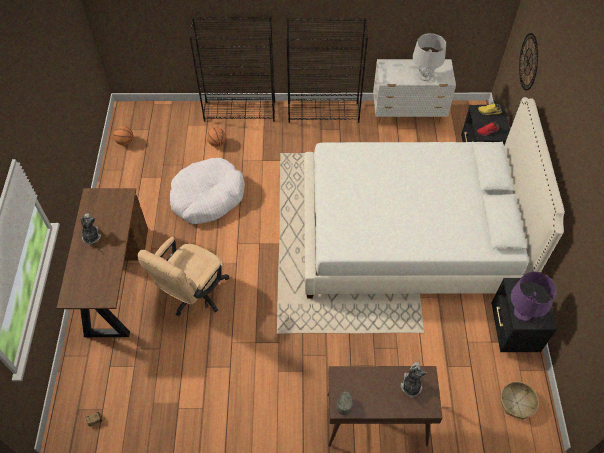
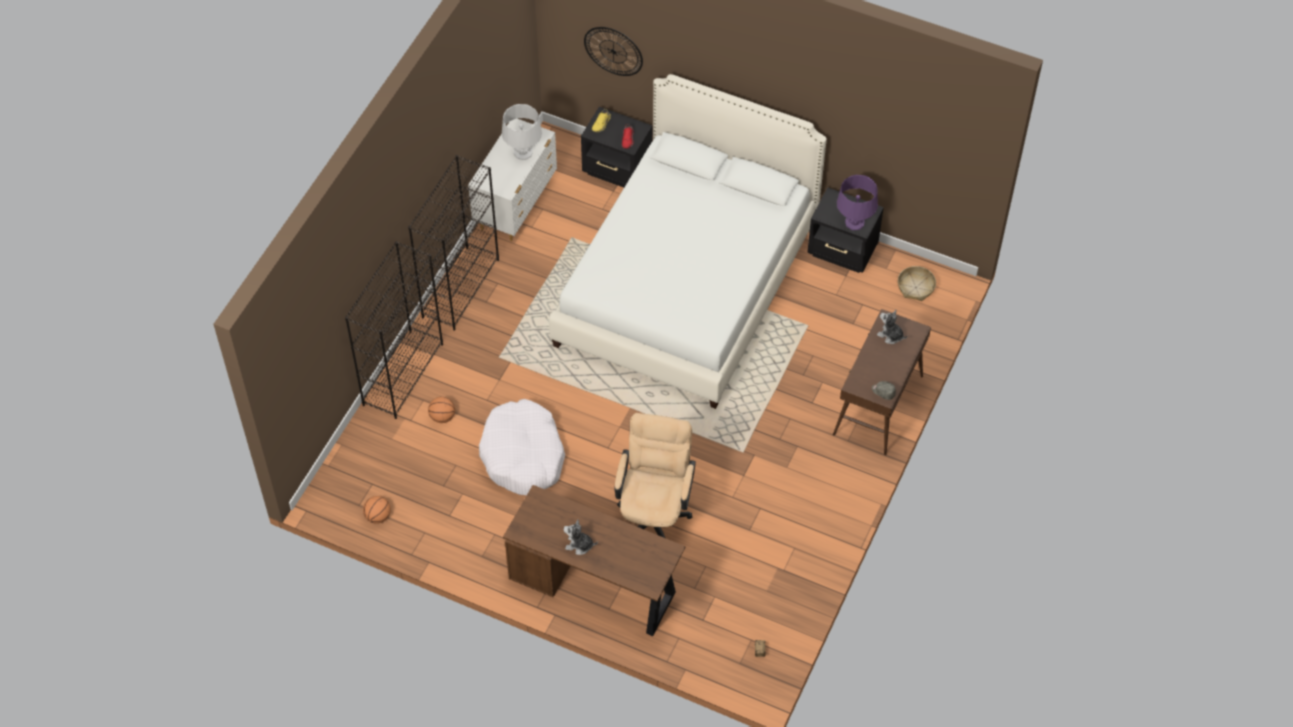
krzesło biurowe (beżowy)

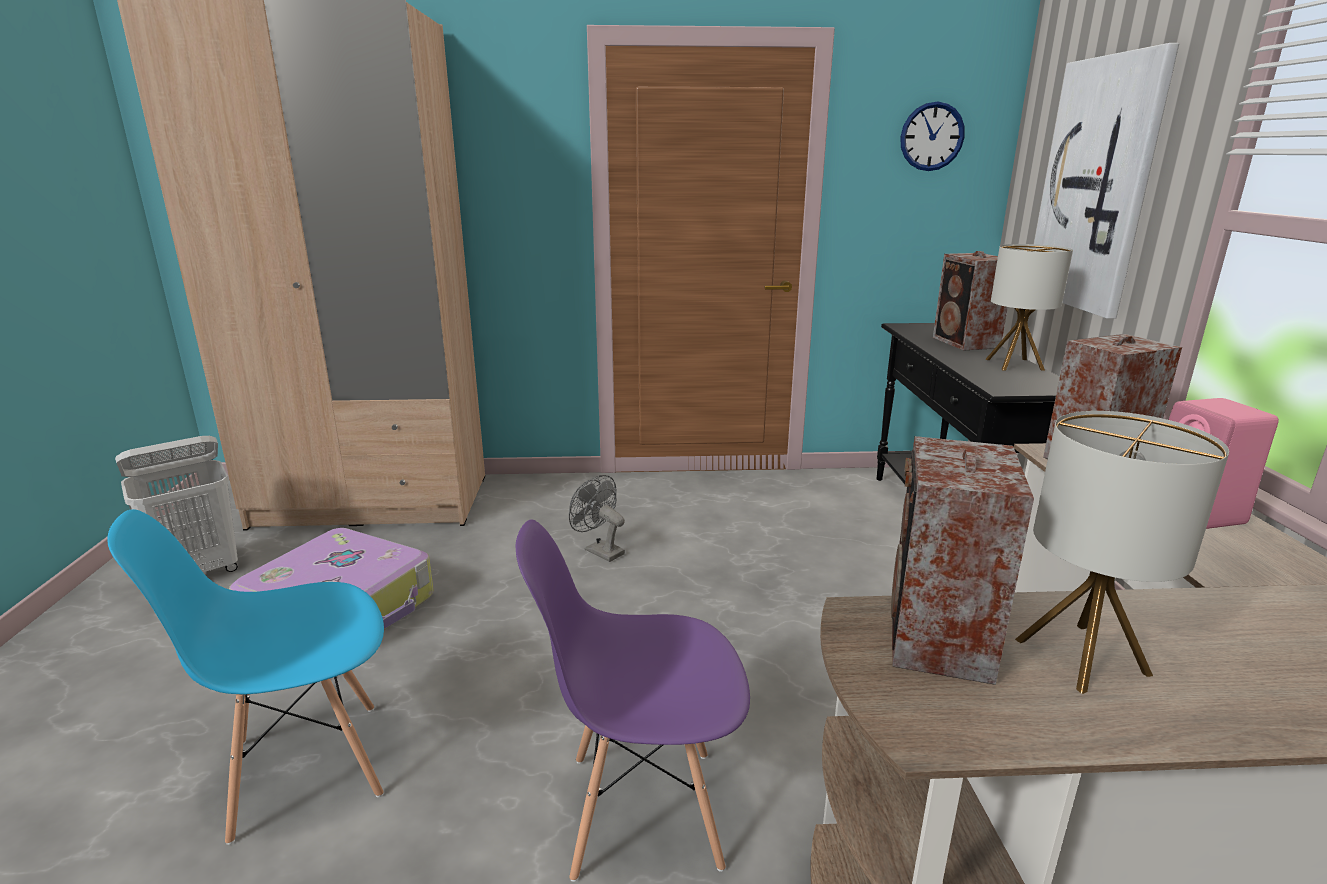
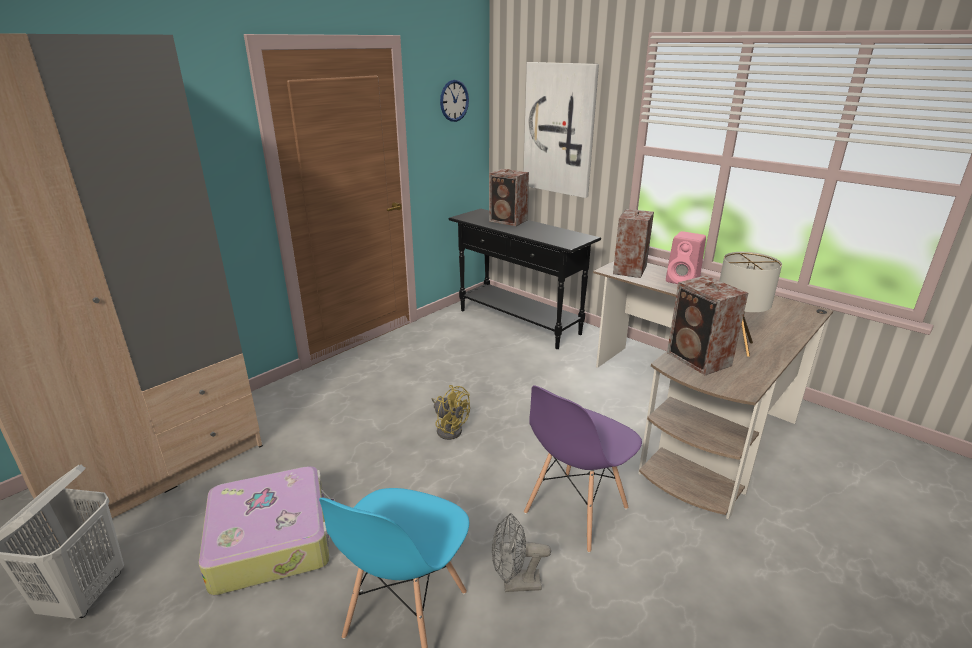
lampa stołowa (no. 1 from left in the first image); wentylator (szary); wentylator (żółty)

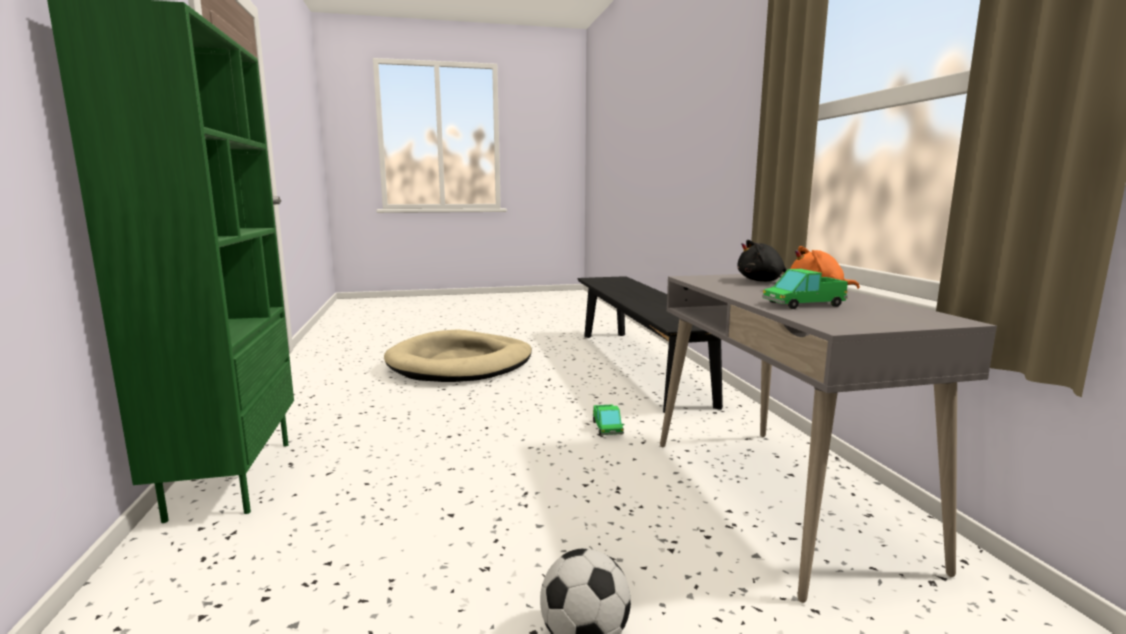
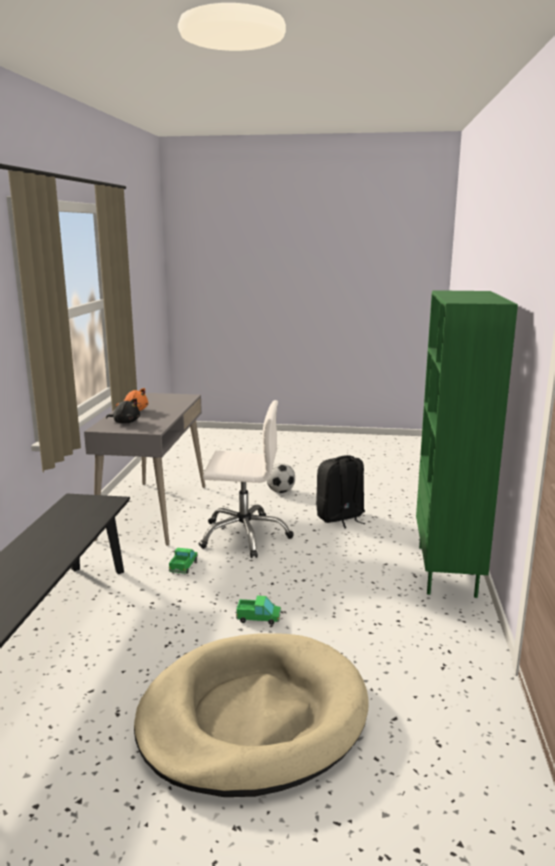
ciężarówka zabawkowa (no. 2 from left); krzesło biurowe (biały); plecak (czarny)

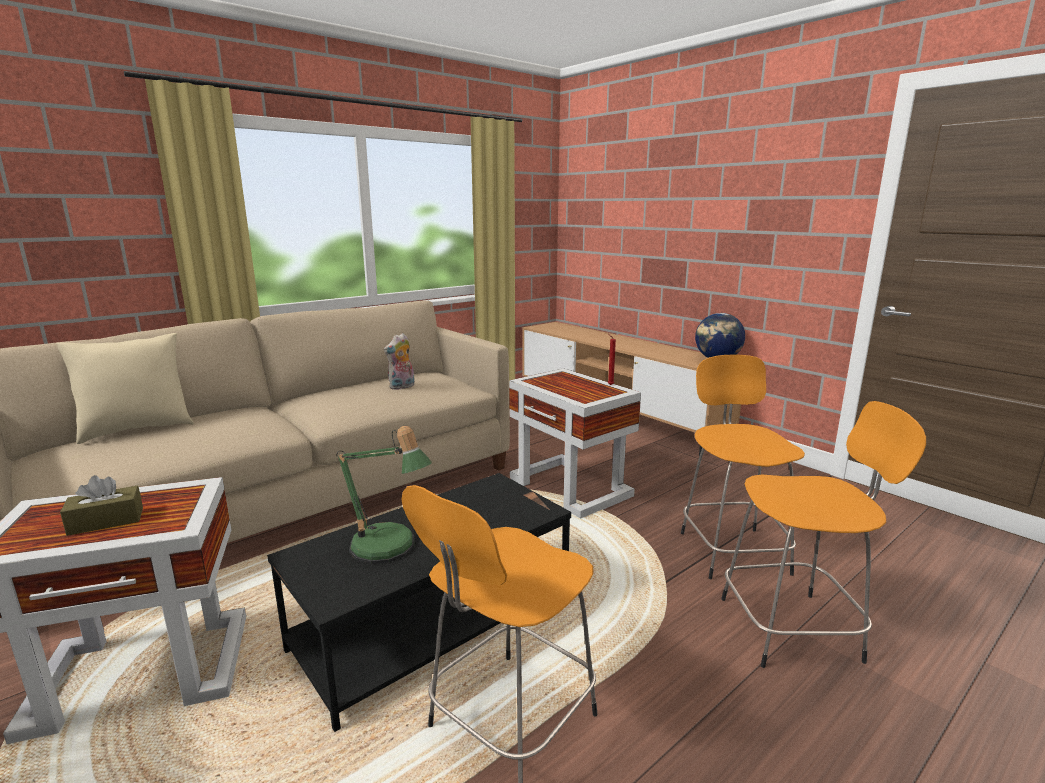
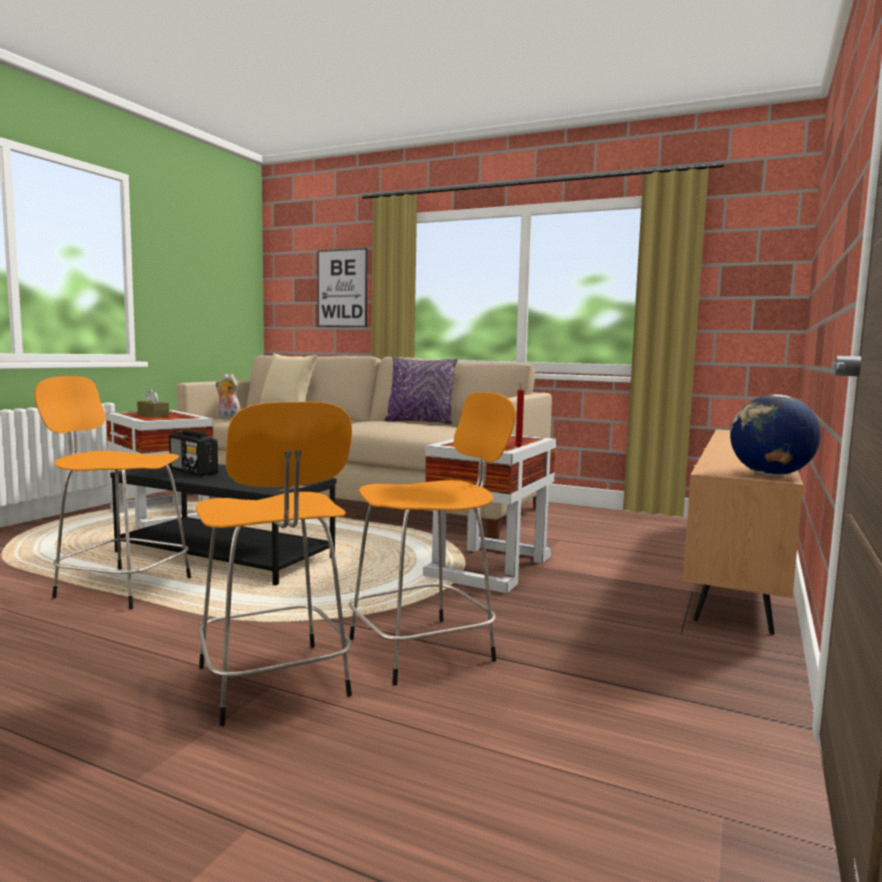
pluszak; radio; obraz; poduszka (fioletowy)

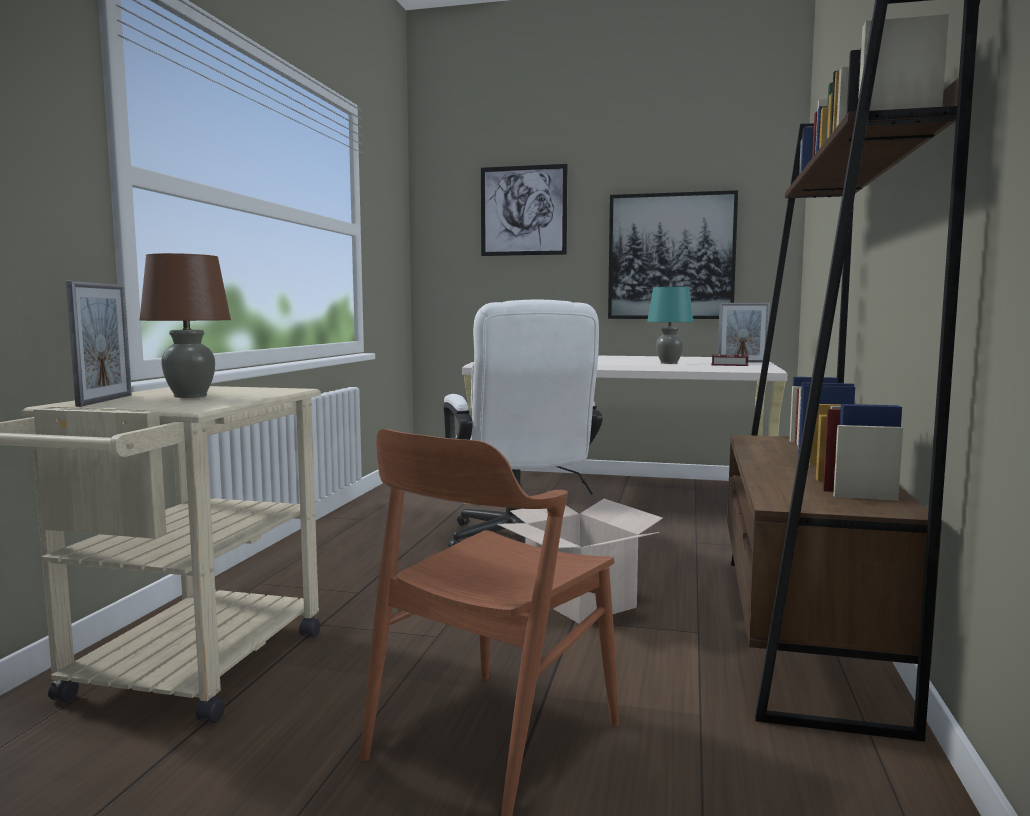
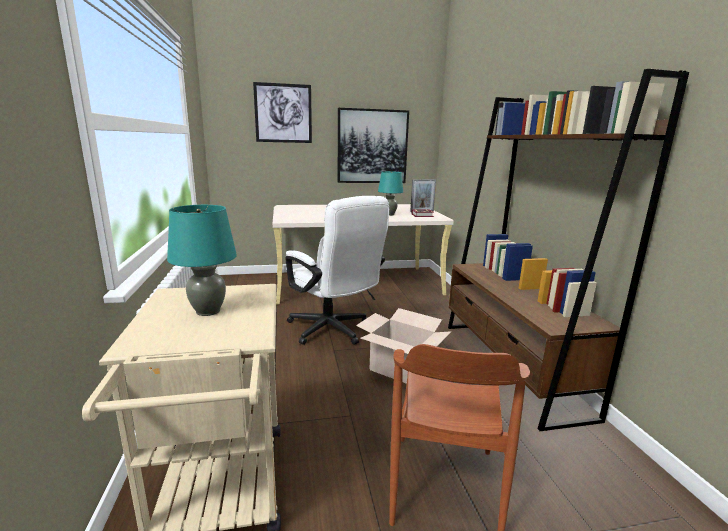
lampa stołowa (turkusowy) (no. 1 from left); ramka na zdjęcie (no. 1 from left in the first image)

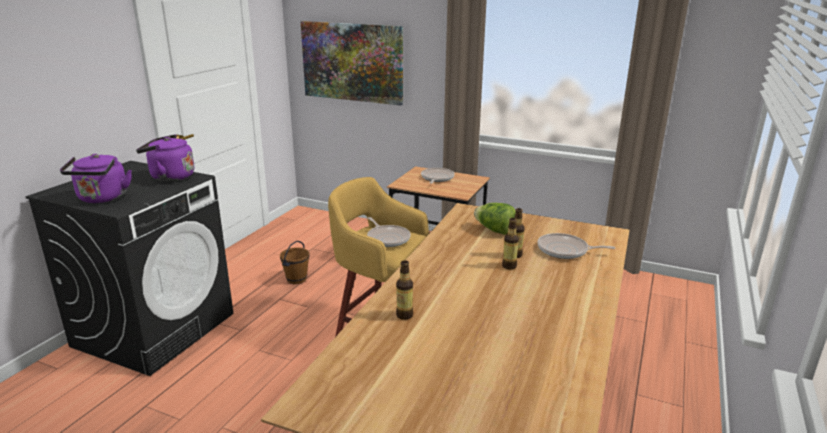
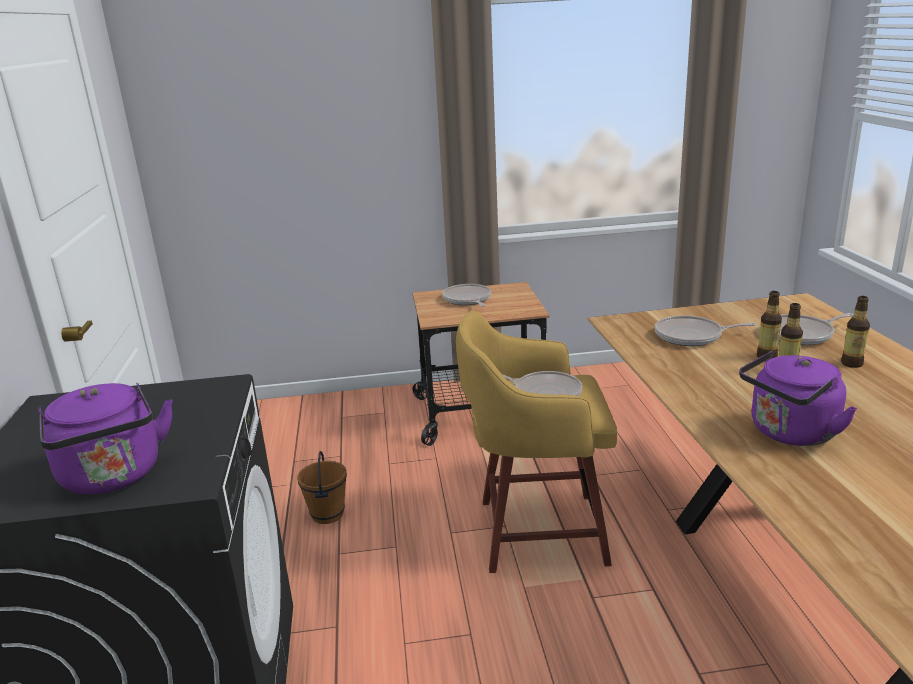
obraz; czajnik (fioletowy) (no. 2 from left); patelnia (no. 3 from left); butelka (no. 3 from left)

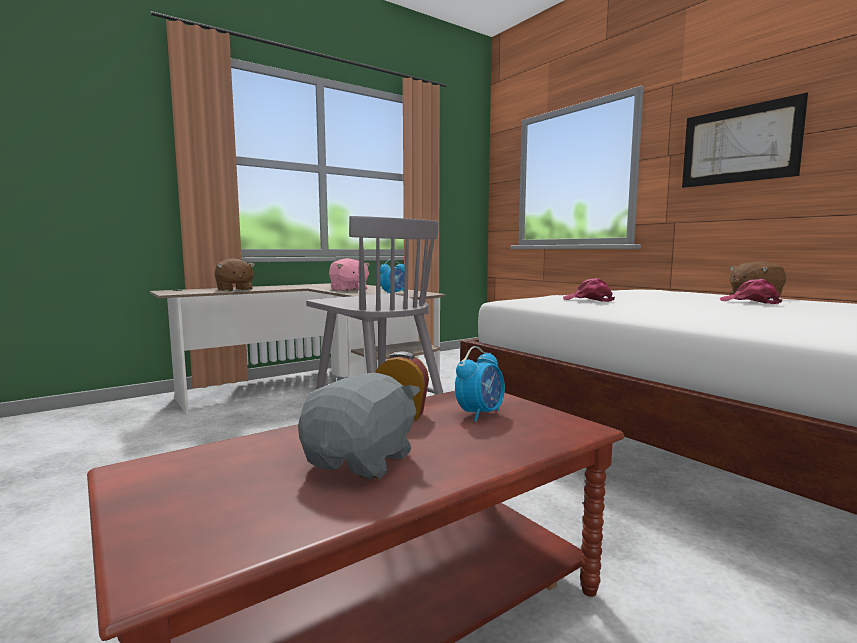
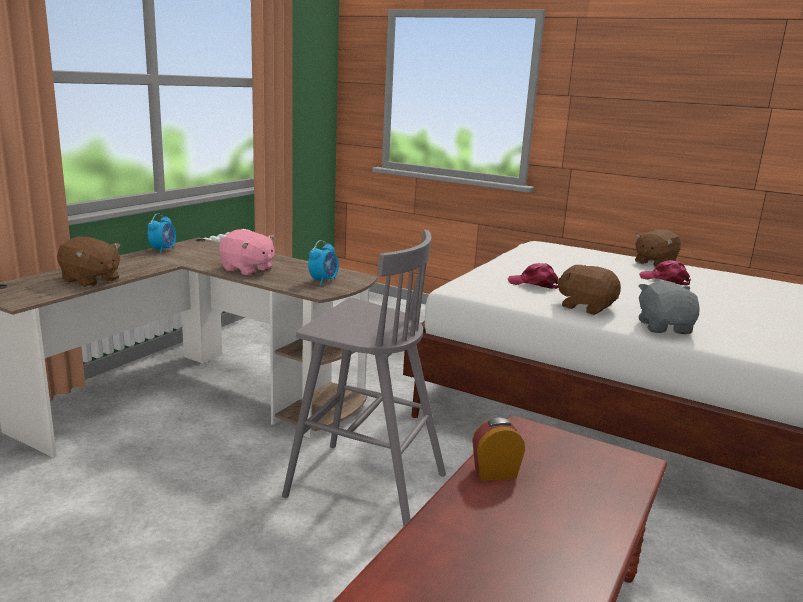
obraz; budzik (no. 1 from left); pluszak (szary); pluszak (brązowy) (no. 2 from left)

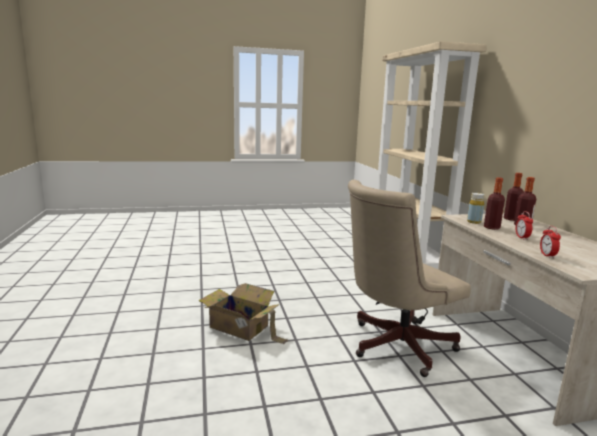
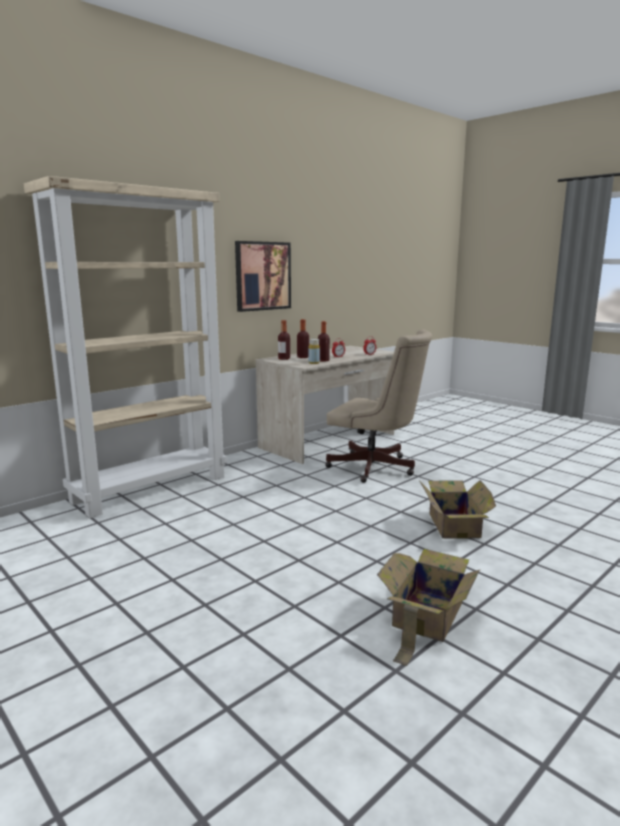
obraz; karton (no. 1 from left)

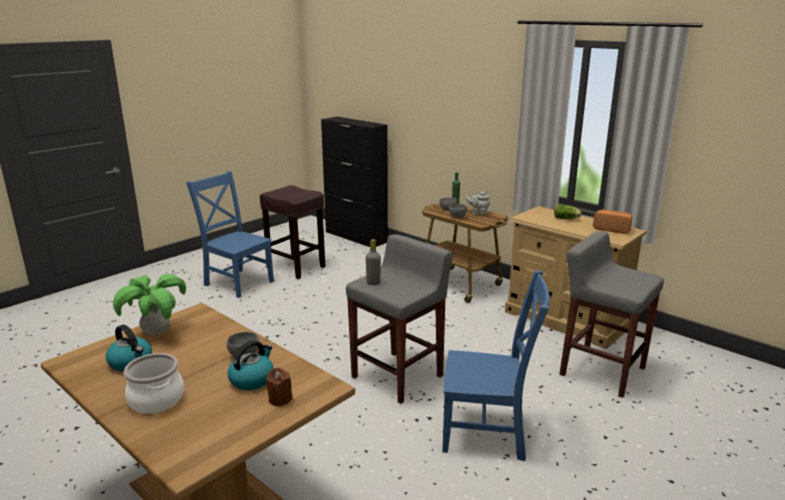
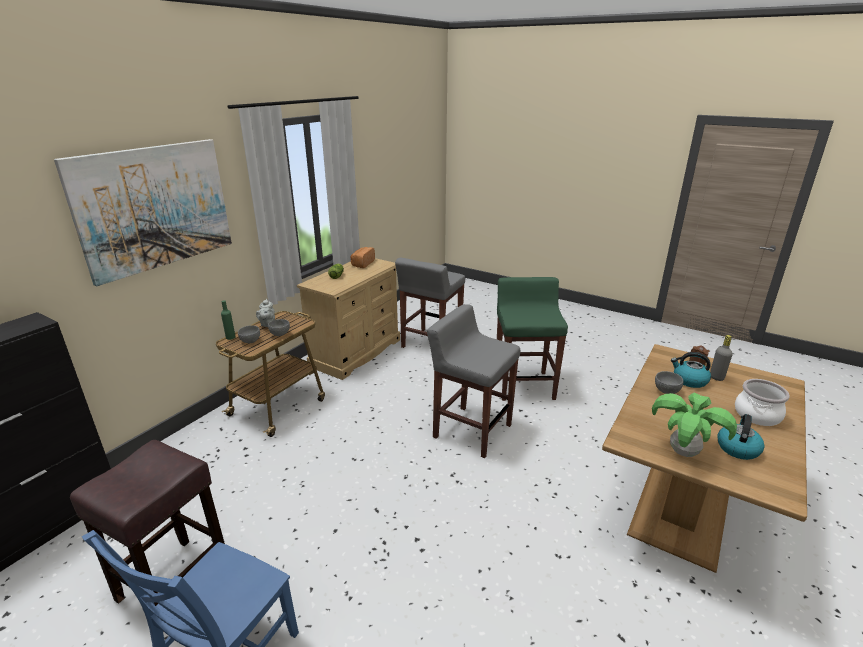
butelka (szary); stołek (zielony); obraz

